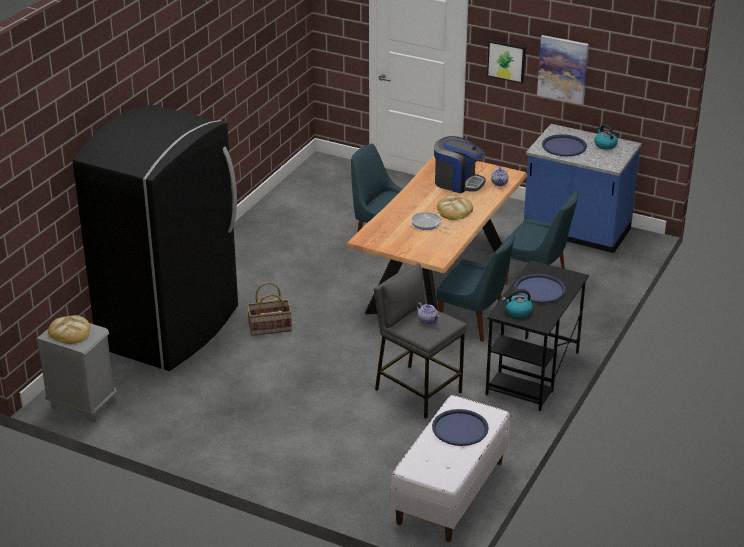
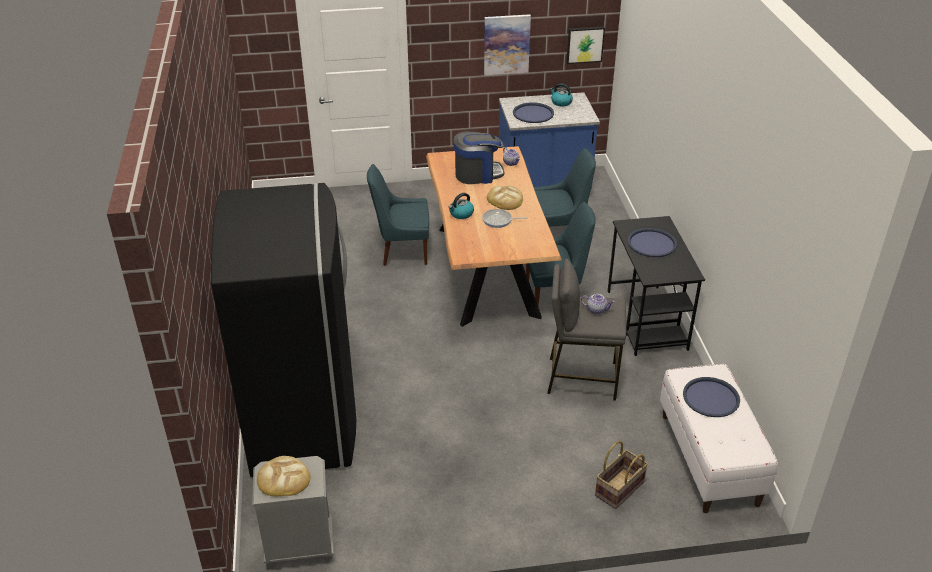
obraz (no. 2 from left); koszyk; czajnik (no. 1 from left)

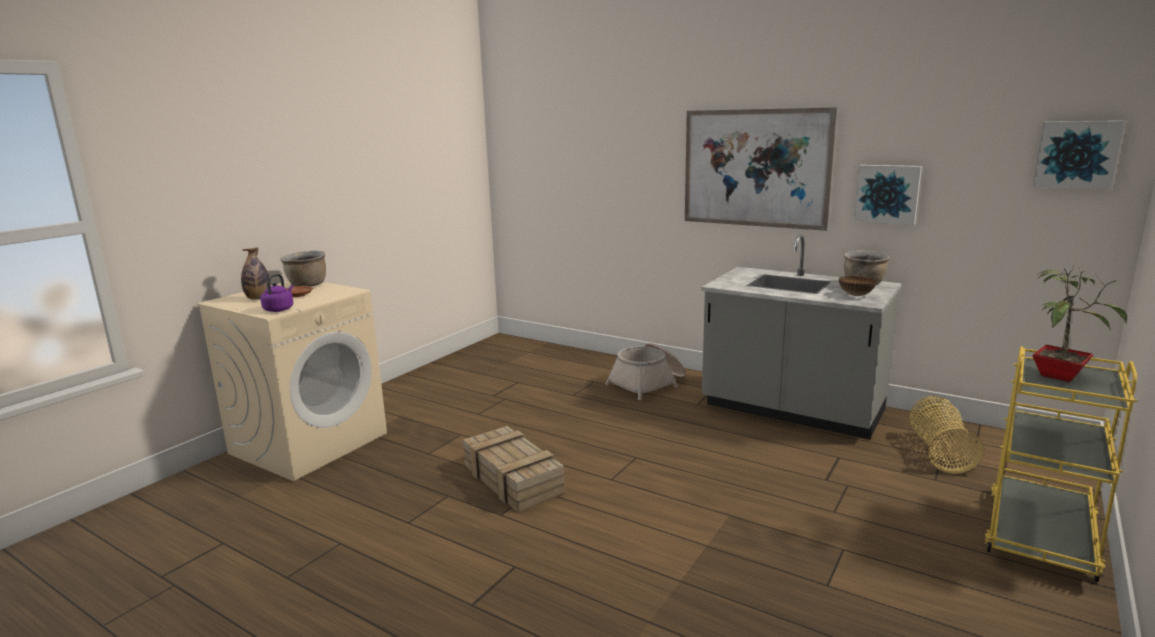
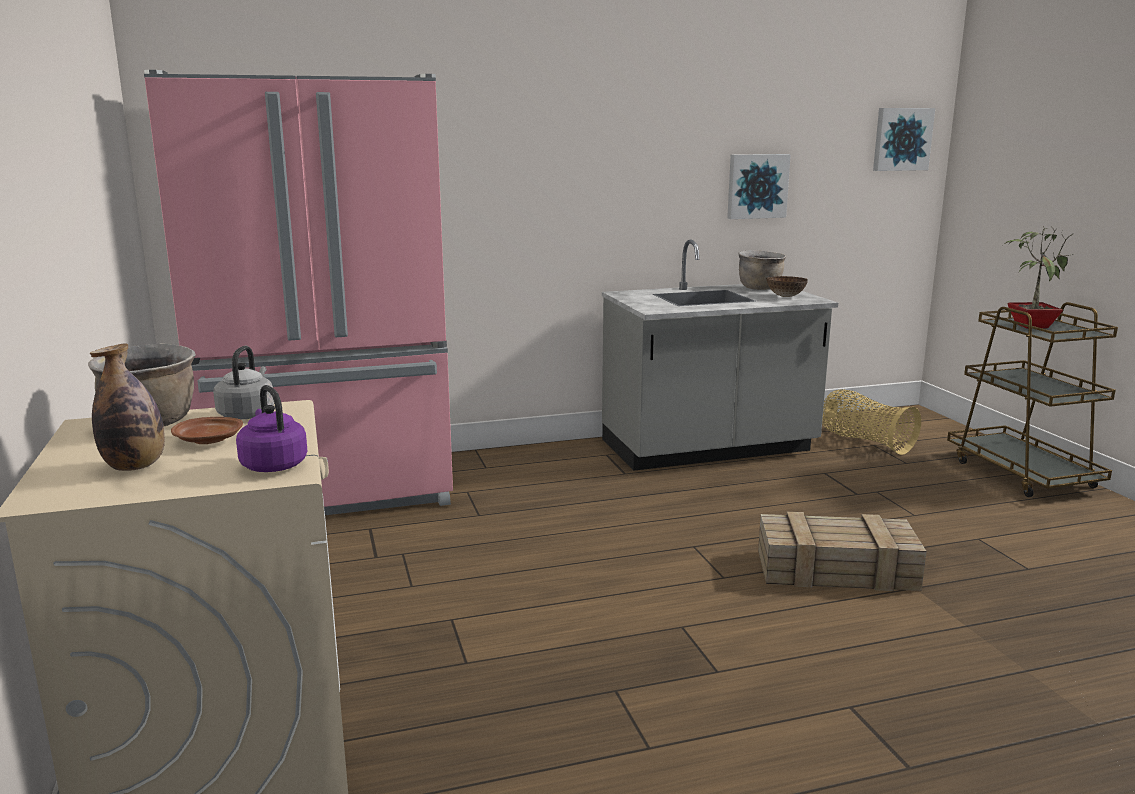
obraz (no. 1 from left in the first image); koszyk (no. 1 from left in the first image); wózek (brązowy); skrzynka; lodówka (różowy); czajnik (szary)

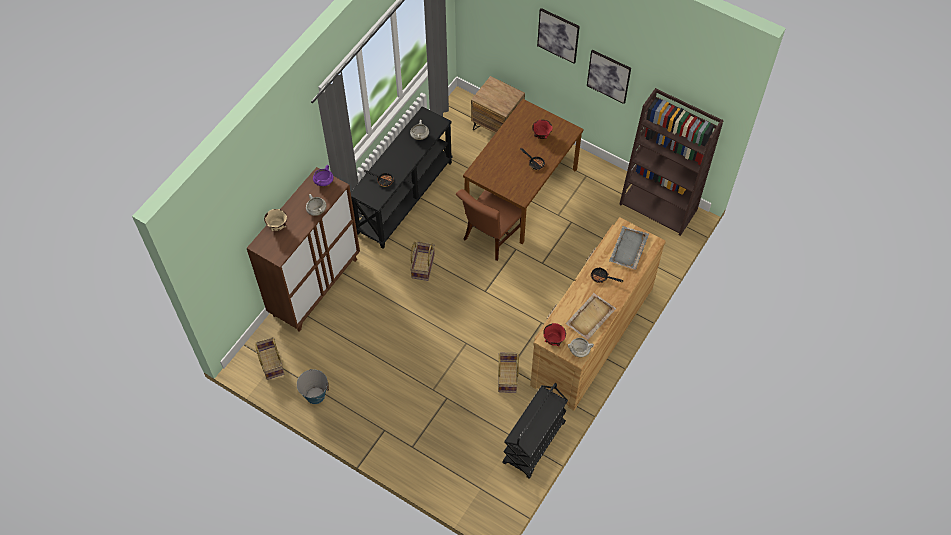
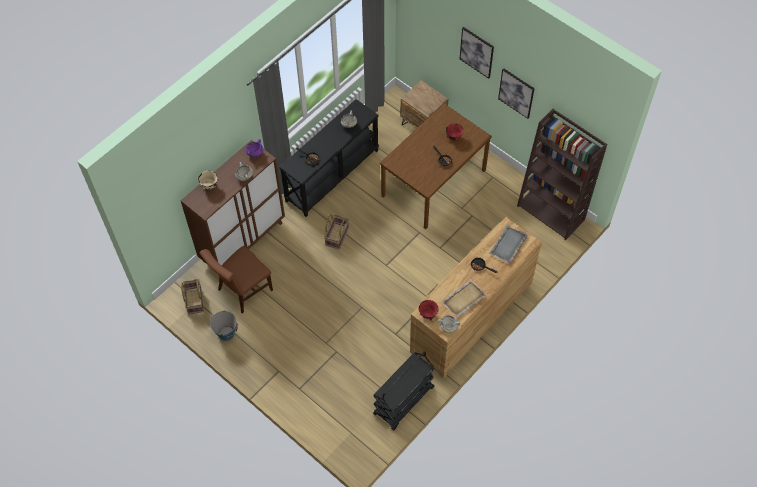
krzesło (brązowy); koszyk (no. 3 from left in the first image)

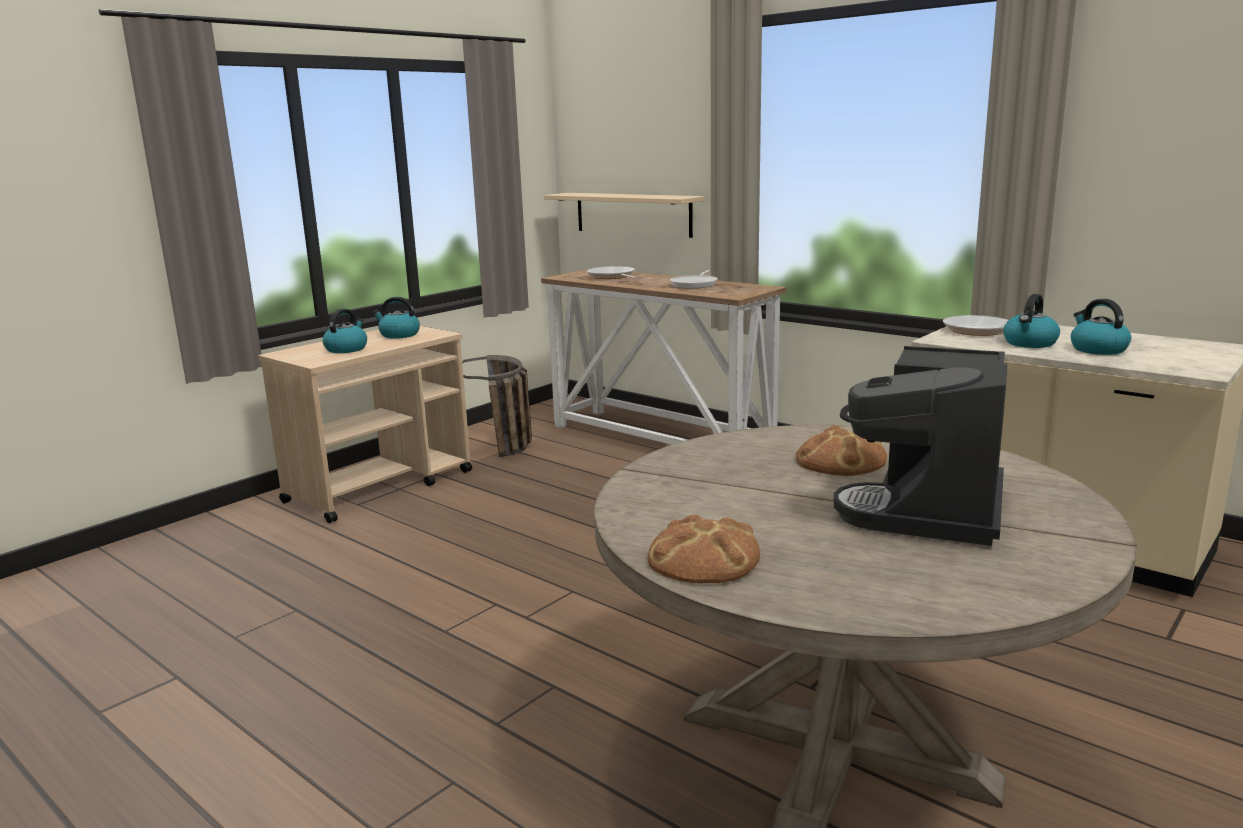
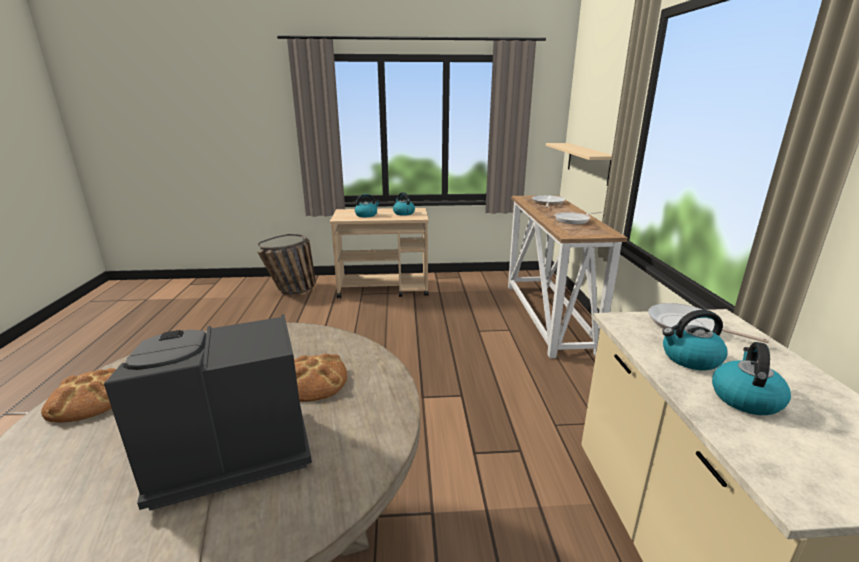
koszyk

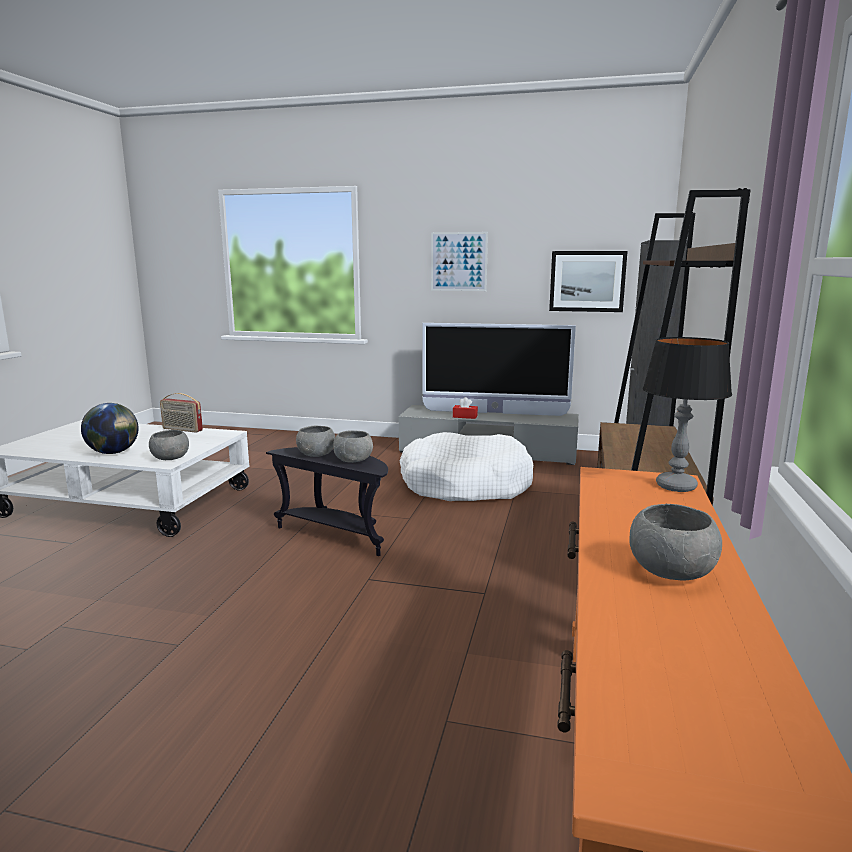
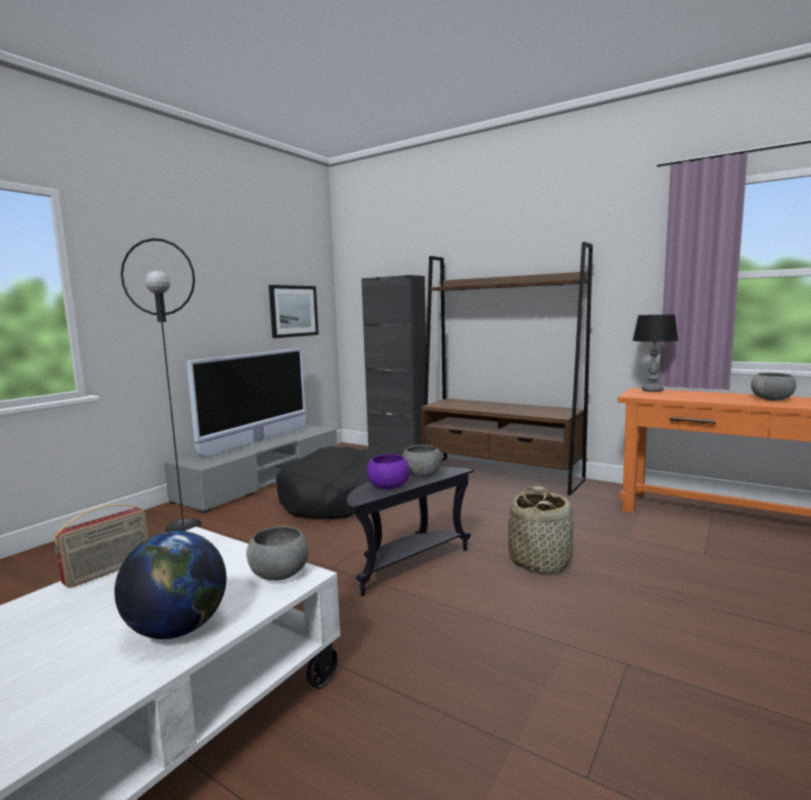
obraz (no. 1 from left in the first image); pudełko chusteczek (czerwony); miska (fioletowy); legowisko (czarny); lampa stojąca (czarny); koszyk

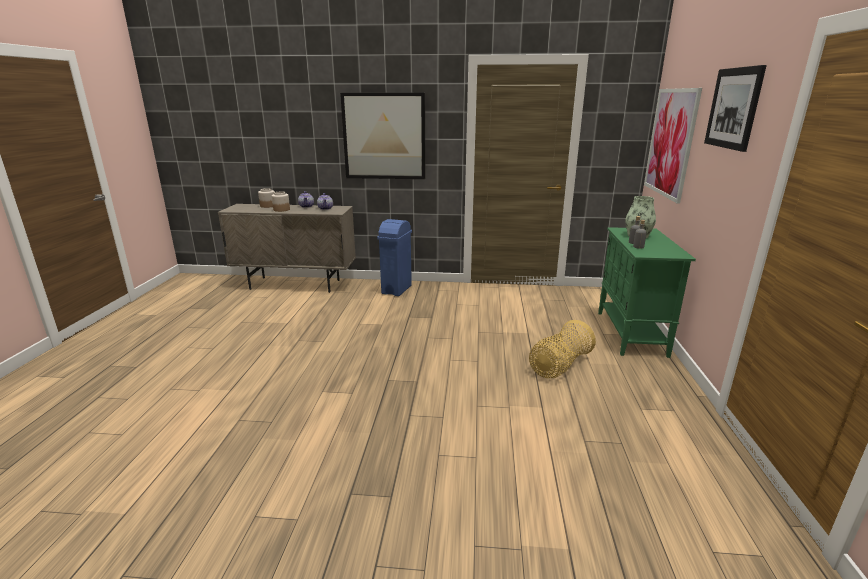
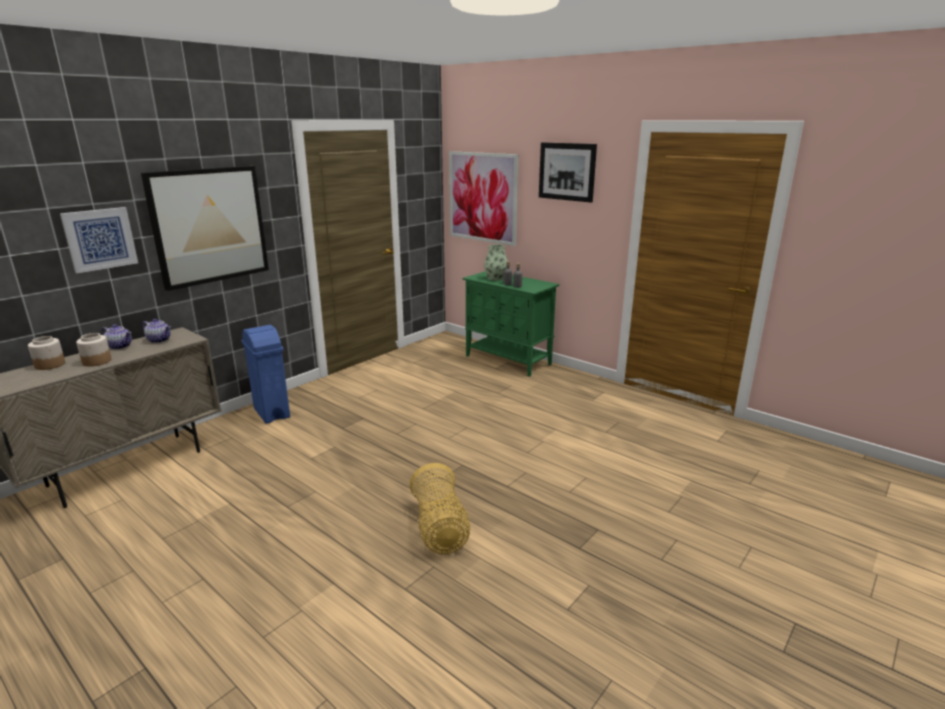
koszyk; obraz (no. 1 from left)

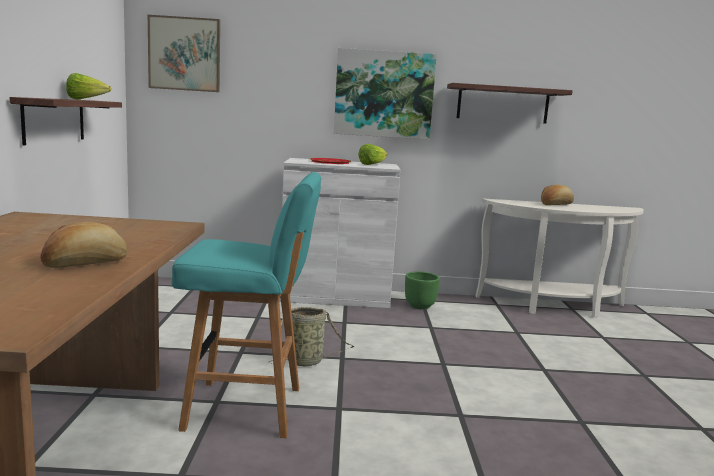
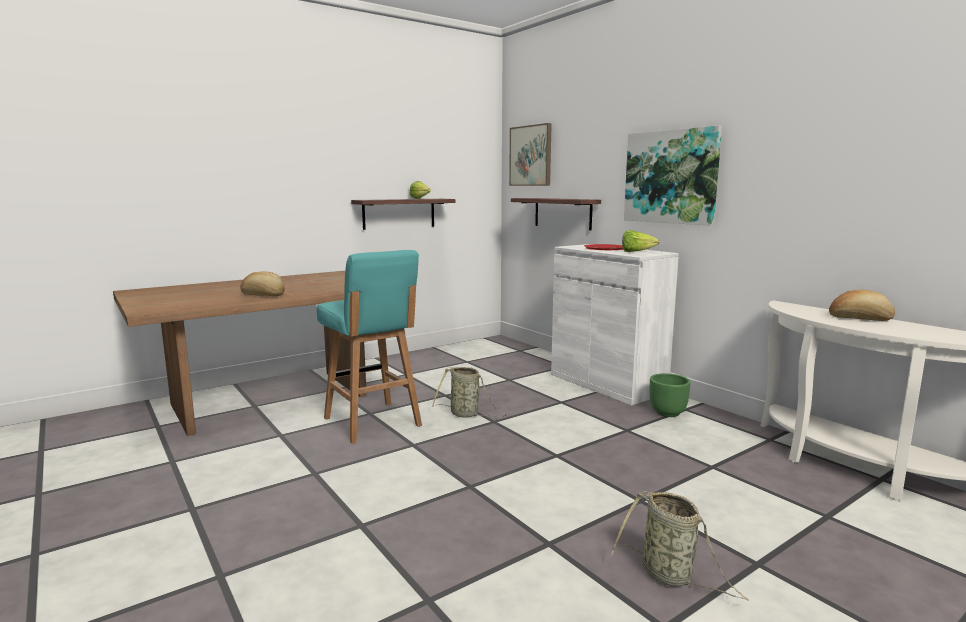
półka (no. 2 from left); koszyk (no. 2 from left)

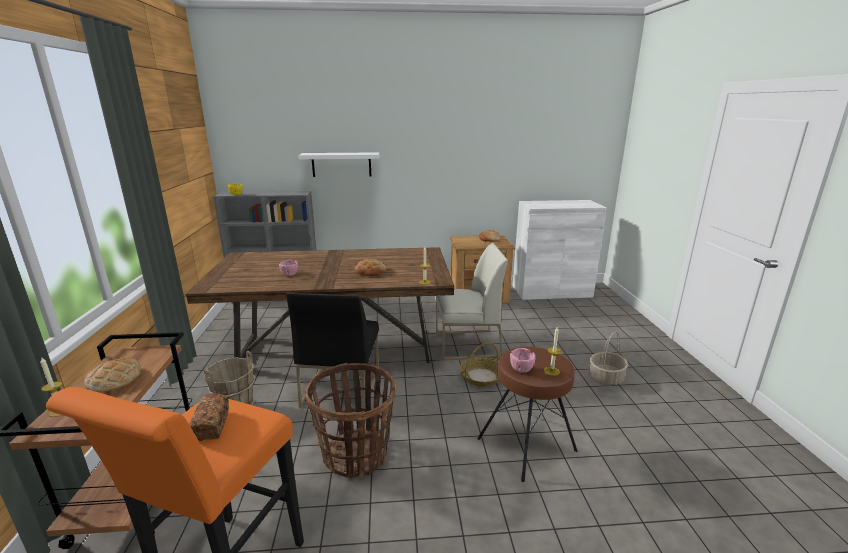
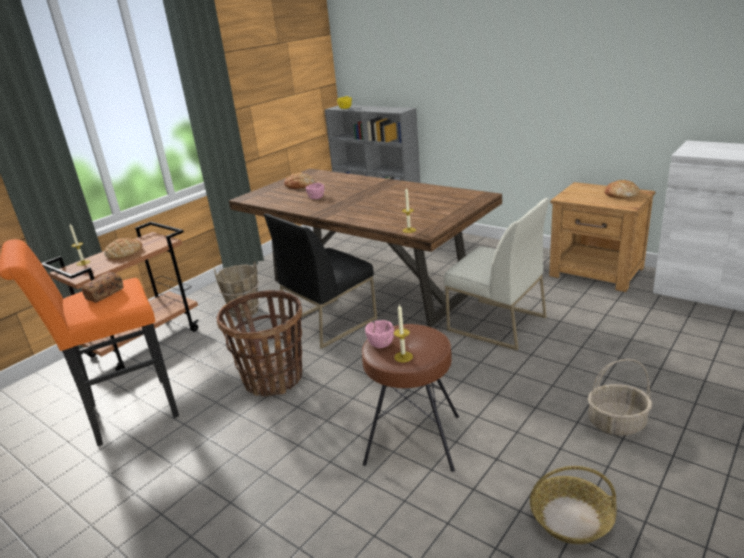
półka (biały); chleb (no. 3 from left); koszyk (no. 2 from left)

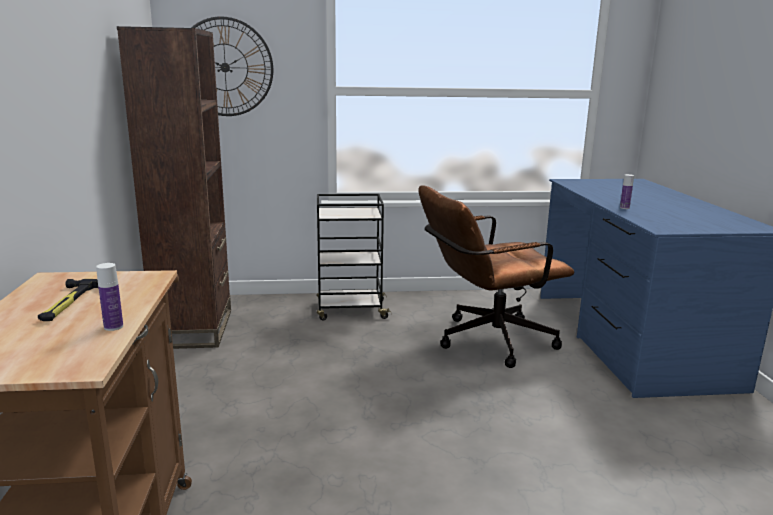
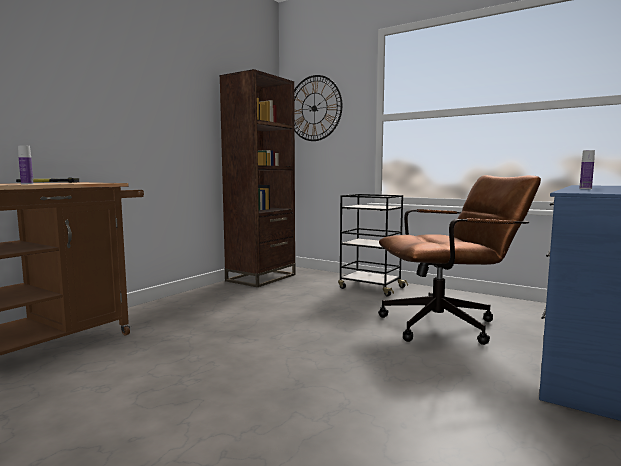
krzesło biurowe (brązowy)

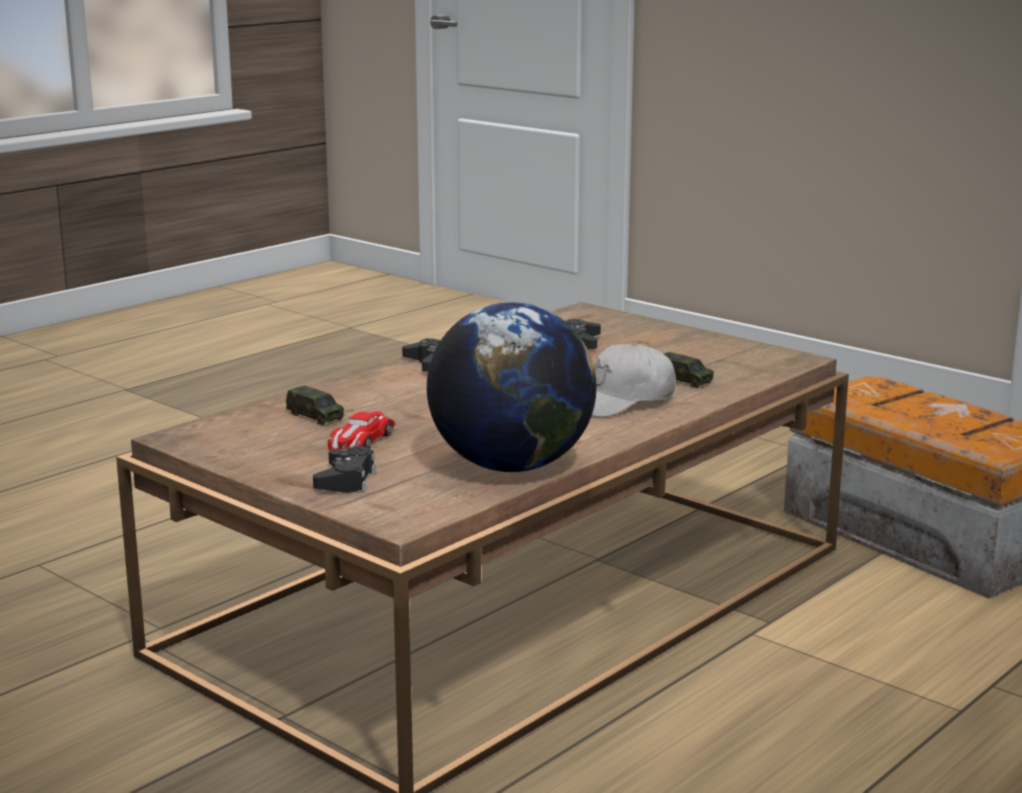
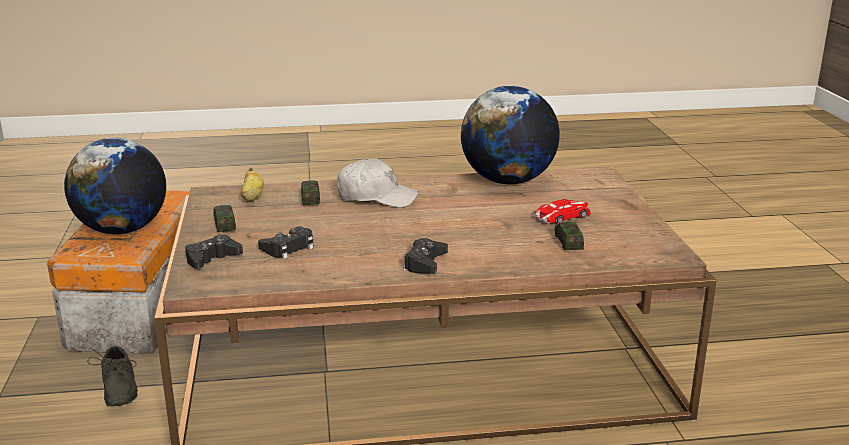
pad do gier (czarny) (no. 1 from left); globus (no. 1 from left); banan; samochodzik (no. 1 from left); but (szary)

